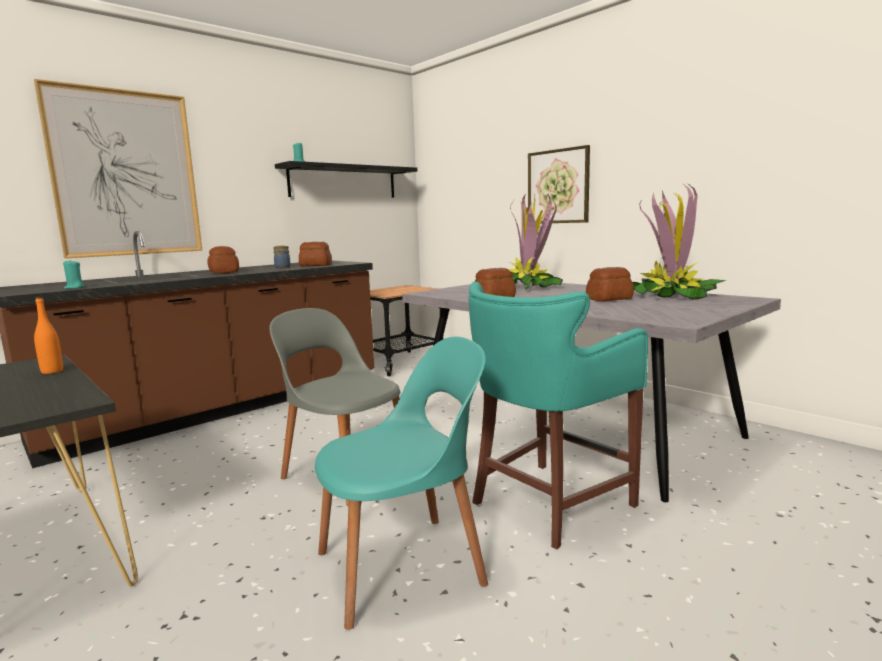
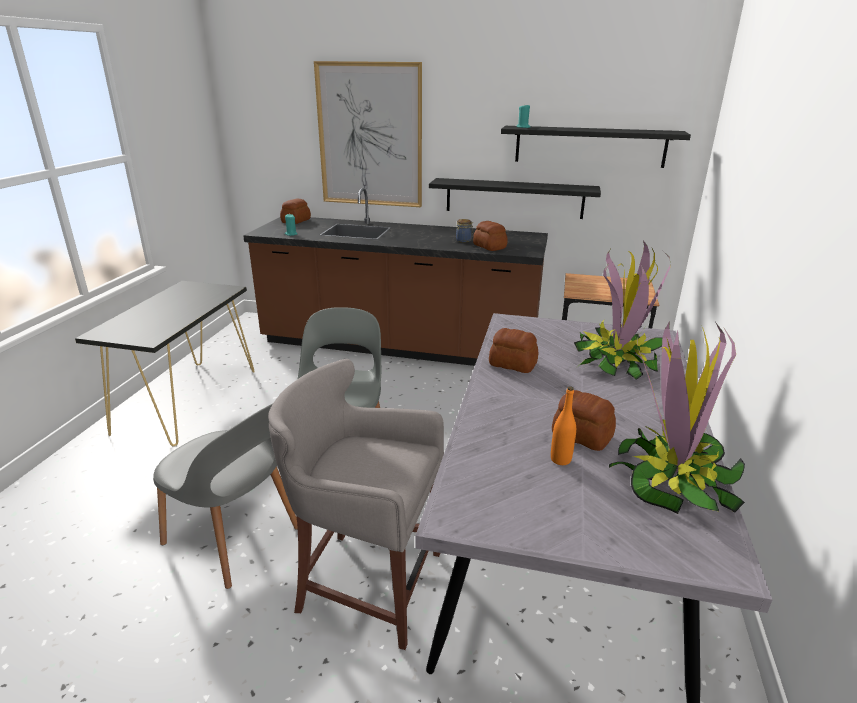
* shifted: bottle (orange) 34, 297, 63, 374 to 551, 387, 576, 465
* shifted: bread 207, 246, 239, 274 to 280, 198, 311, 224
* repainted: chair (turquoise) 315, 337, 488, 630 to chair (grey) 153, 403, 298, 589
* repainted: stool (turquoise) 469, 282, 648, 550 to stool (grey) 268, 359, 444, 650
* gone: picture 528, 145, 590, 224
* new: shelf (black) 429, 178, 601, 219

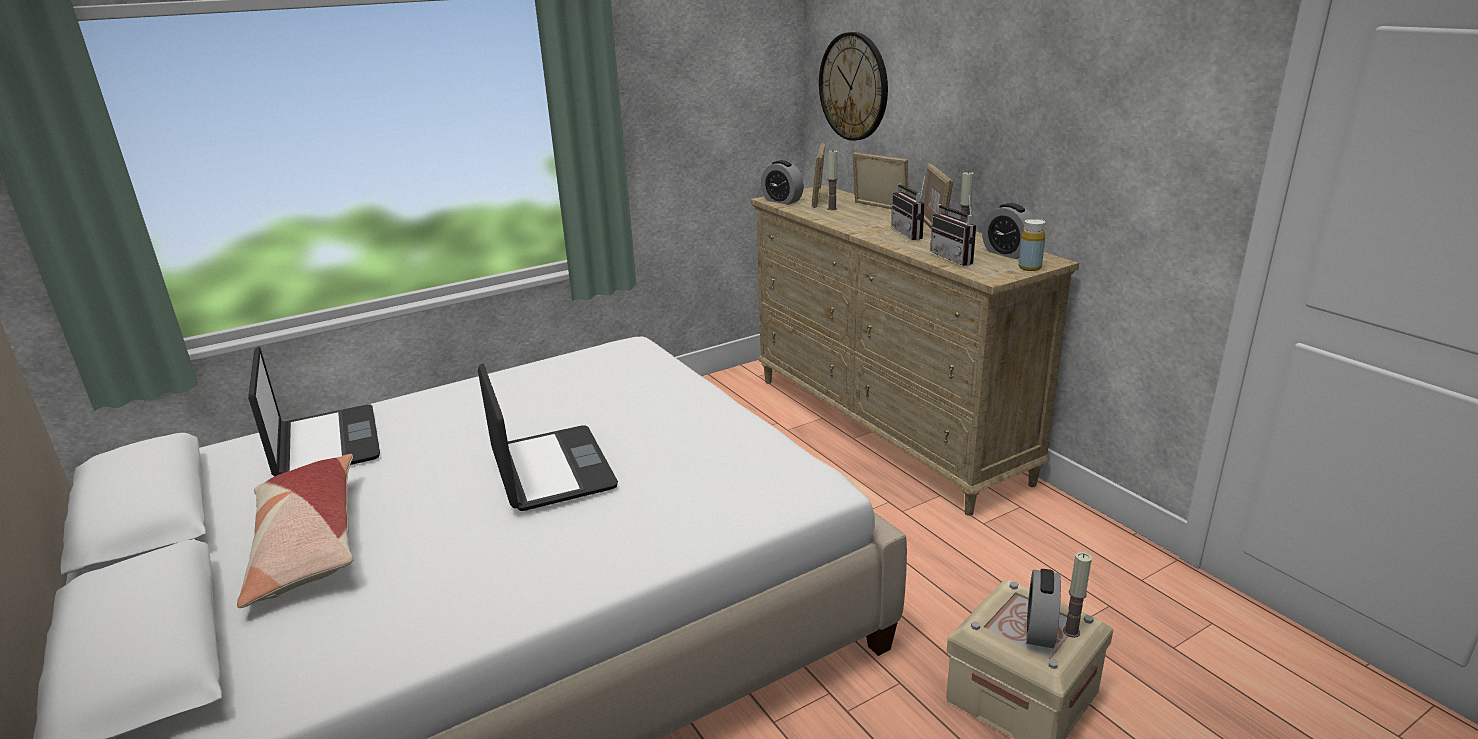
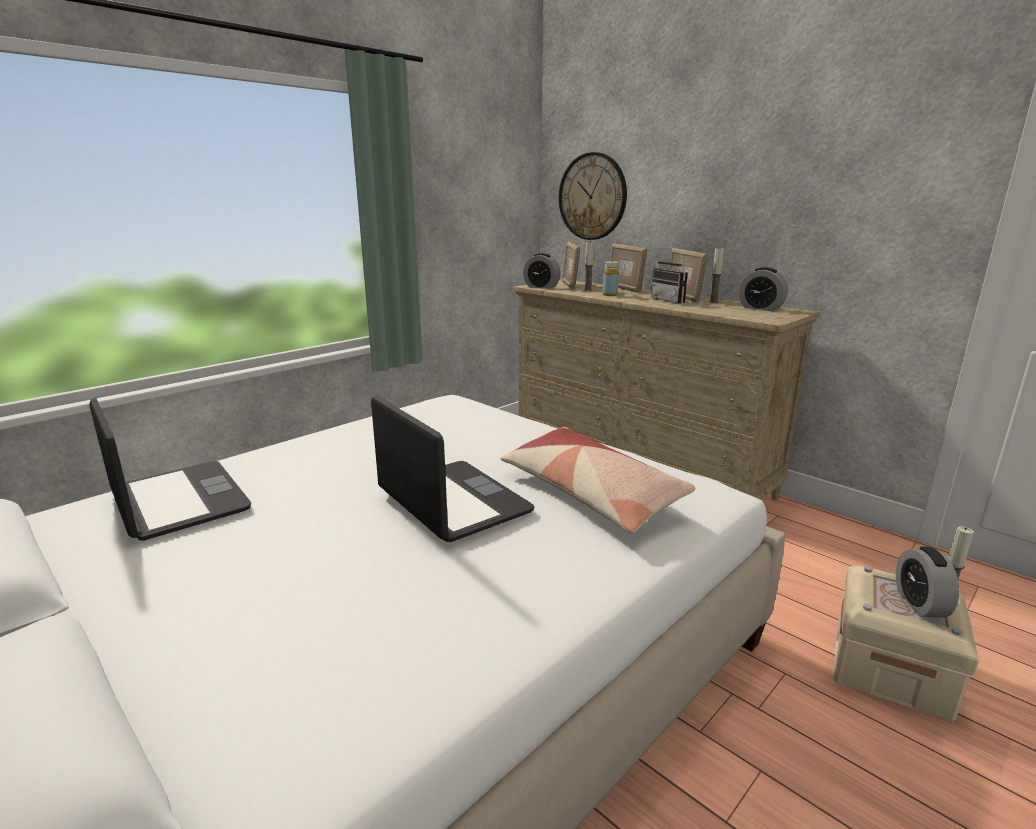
* shifted: pillow 237, 454, 354, 608 to 500, 427, 695, 533
* rotated: picture frame 853, 152, 909, 209 = 610, 243, 647, 293 150 degrees counterclockwise
* gone: radio 930, 192, 976, 266
* shifted: bottle (yellow) 1019, 219, 1046, 271 to 603, 261, 619, 296

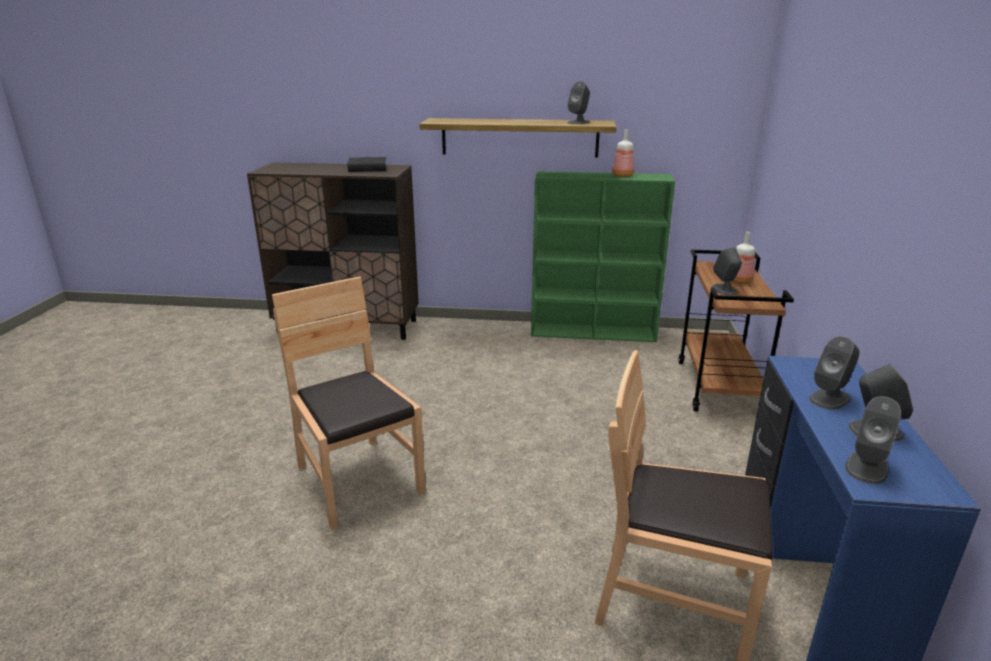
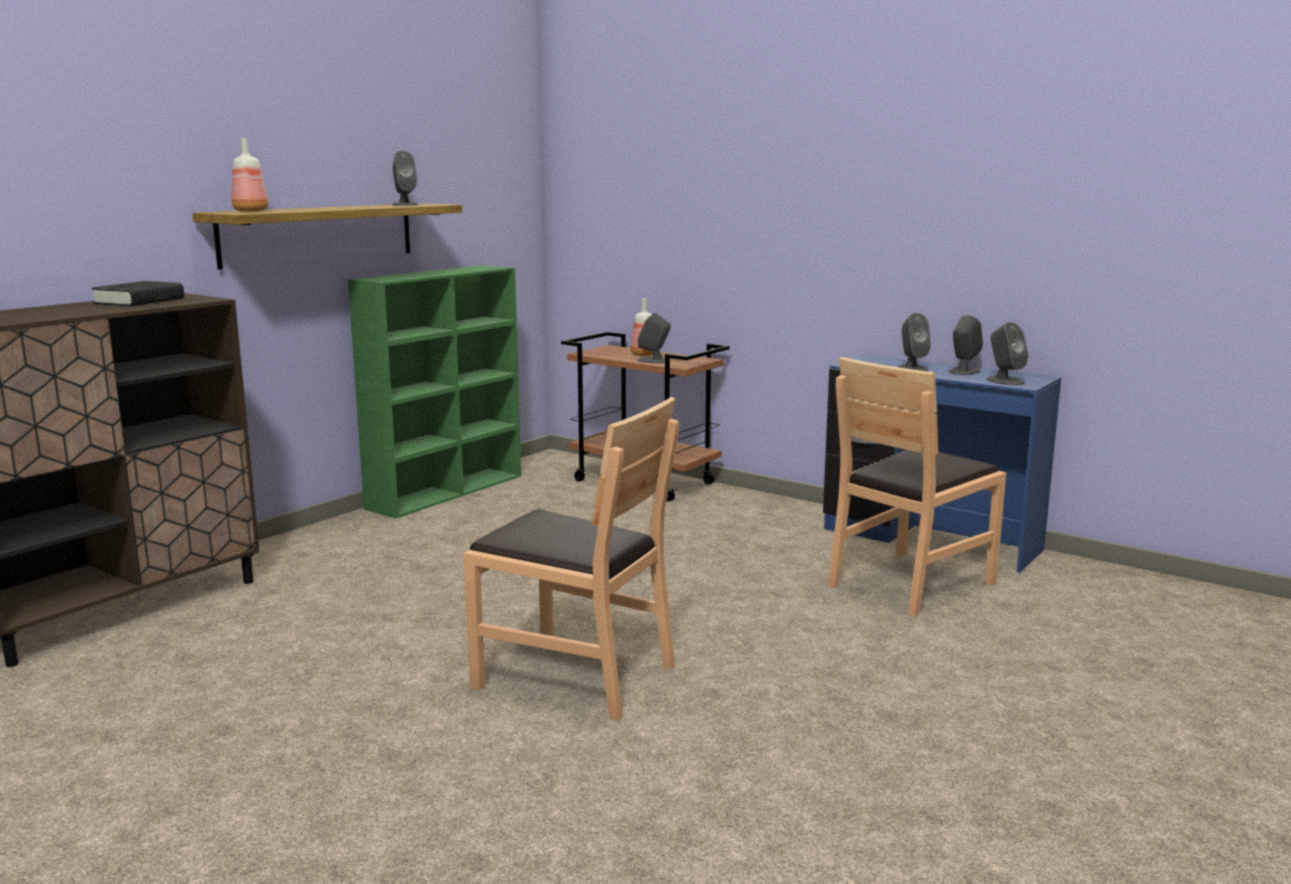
* rotated: chair (brown) 272, 277, 426, 530 = 464, 397, 679, 721 150 degrees counterclockwise
* shifted: bottle 612, 129, 634, 177 to 232, 138, 268, 212

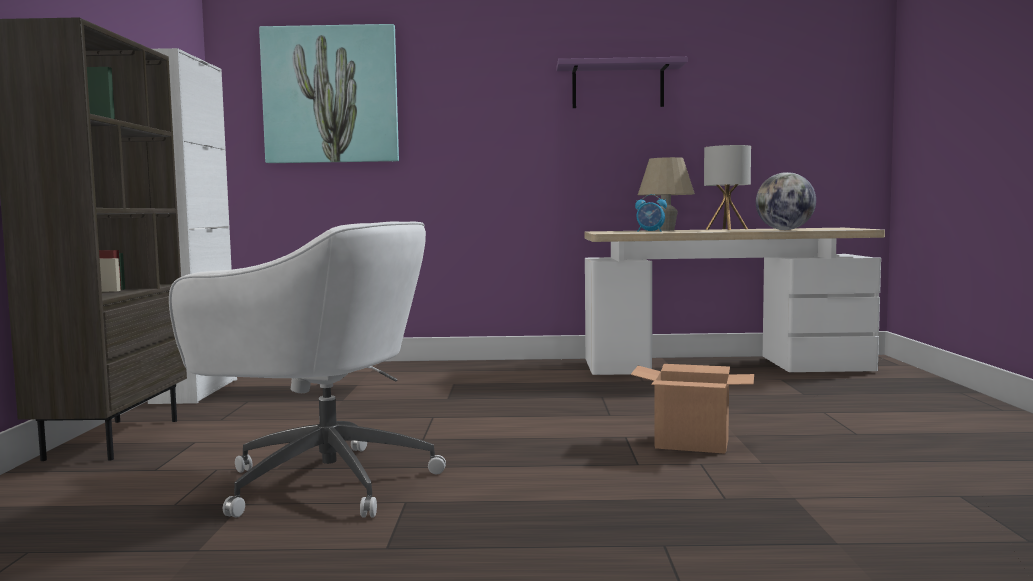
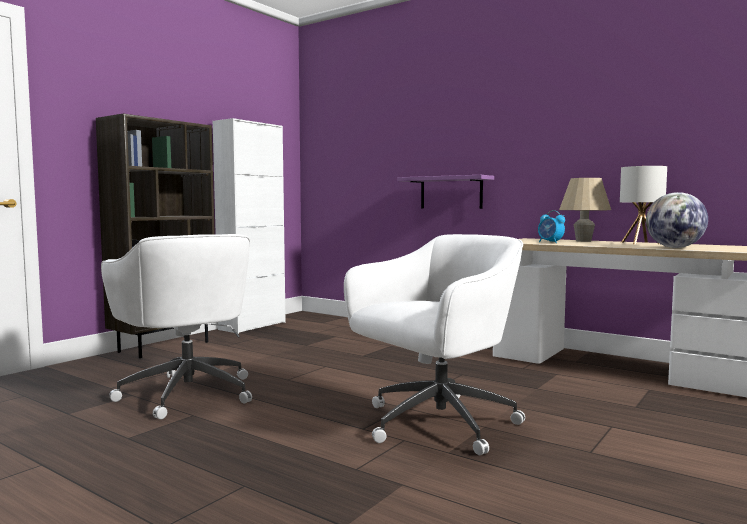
* gone: picture 259, 24, 399, 163
* shifted: shelf (purple) 557, 57, 687, 108 to 397, 175, 494, 209
* swapped: cardboard box 630, 364, 754, 454 to office chair (white) 344, 234, 525, 455

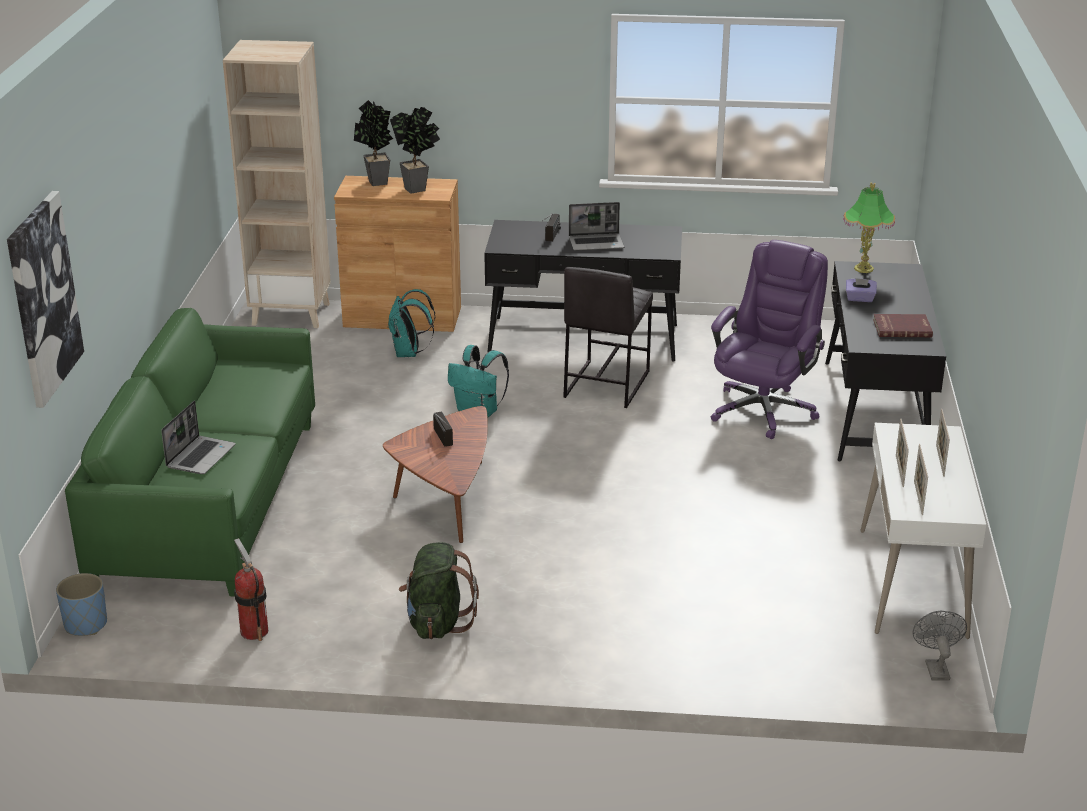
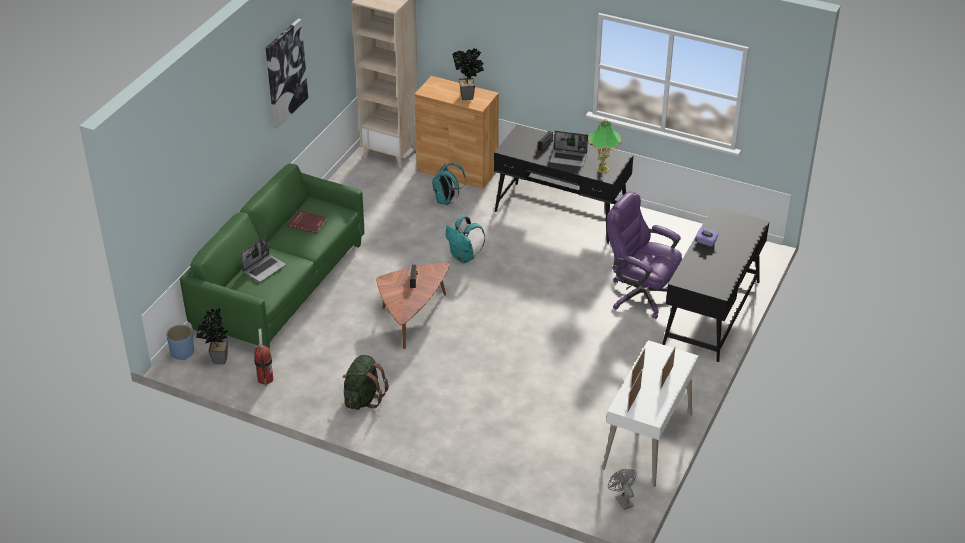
* shifted: picture 7, 191, 84, 408 to 266, 19, 308, 128
* shifted: potted plant 354, 100, 393, 186 to 196, 308, 228, 365
* gone: stool (grey) 563, 267, 653, 408
* rotated: office chair (purple) 711, 240, 828, 439 = 607, 191, 682, 319 105 degrees counterclockwise
* shifted: table lamp 843, 182, 895, 273 to 588, 119, 621, 173
* shifted: book (red) 873, 314, 933, 337 to 287, 210, 327, 234
* rotated: fan (grey) 912, 611, 967, 681 = 608, 469, 637, 510 45 degrees counterclockwise

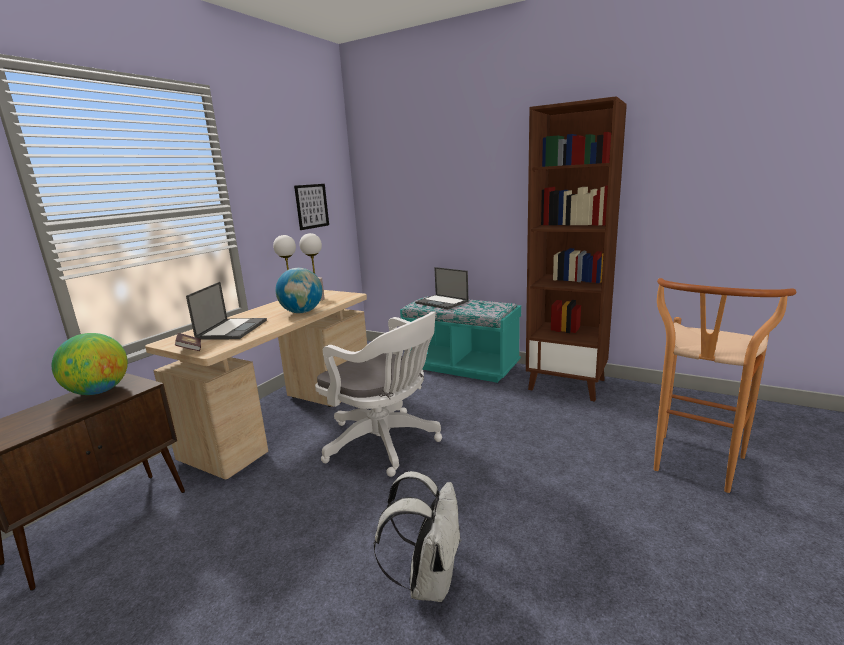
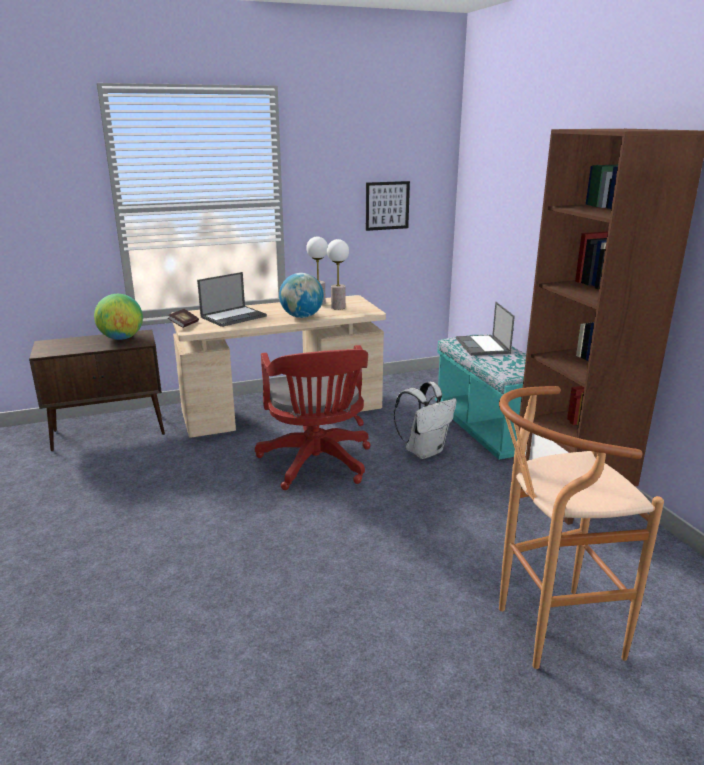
* repainted: office chair (white) 315, 311, 442, 477 to office chair (red) 255, 345, 371, 490
* shifted: backpack (white) 374, 471, 462, 602 to 394, 382, 457, 459

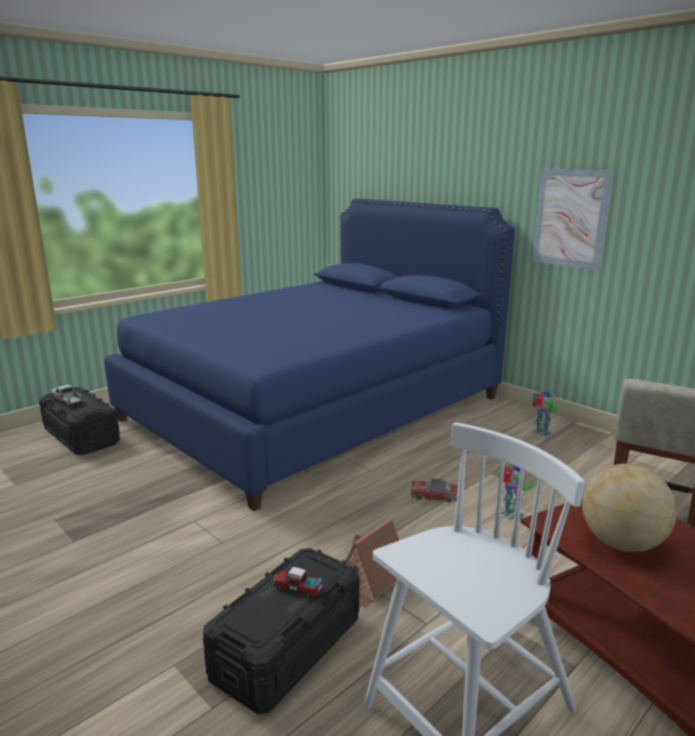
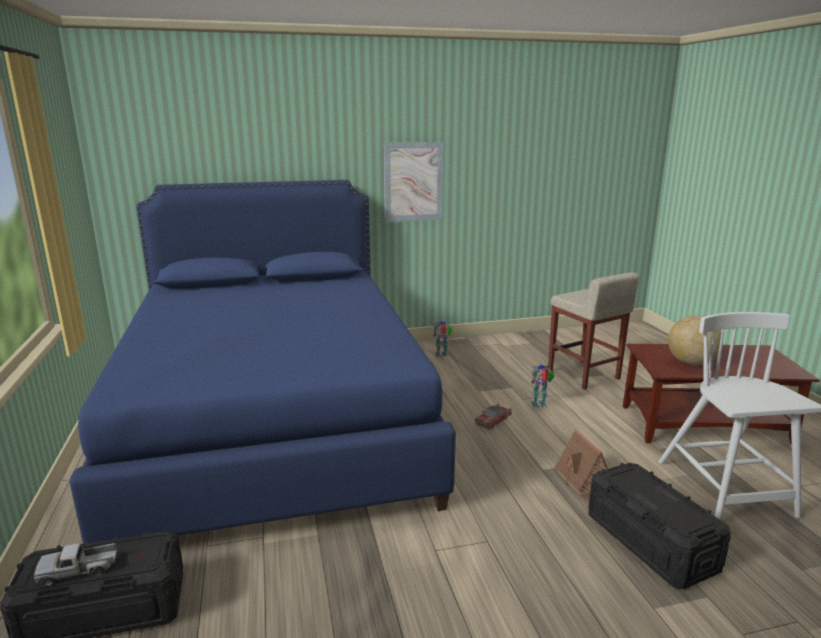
* gone: toy truck 273, 556, 324, 598

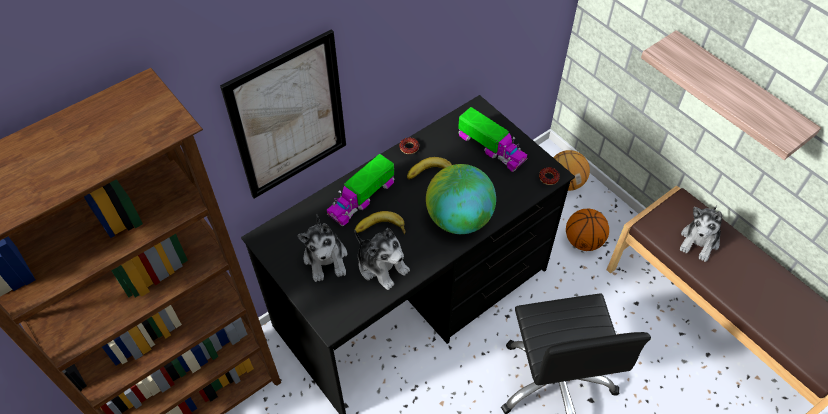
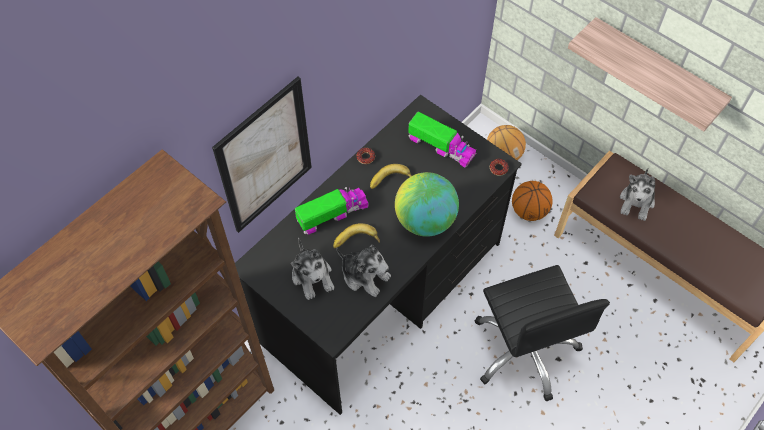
* rotated: toy truck 327, 154, 395, 226 = 295, 187, 369, 234 150 degrees counterclockwise

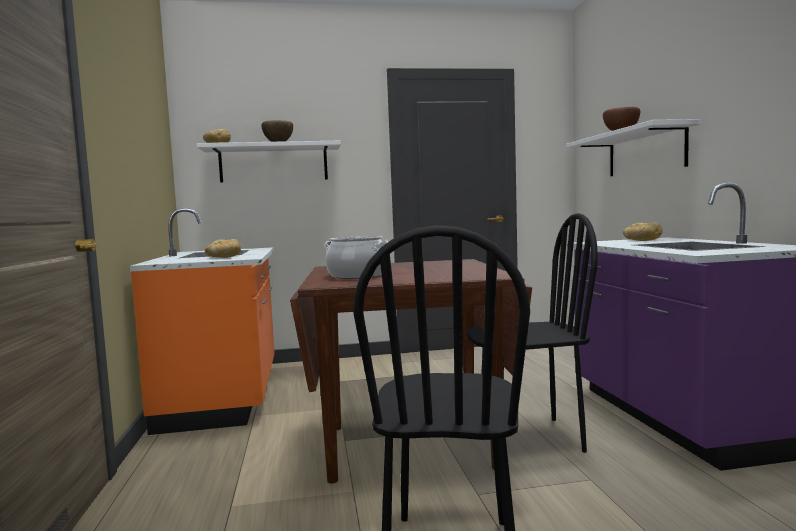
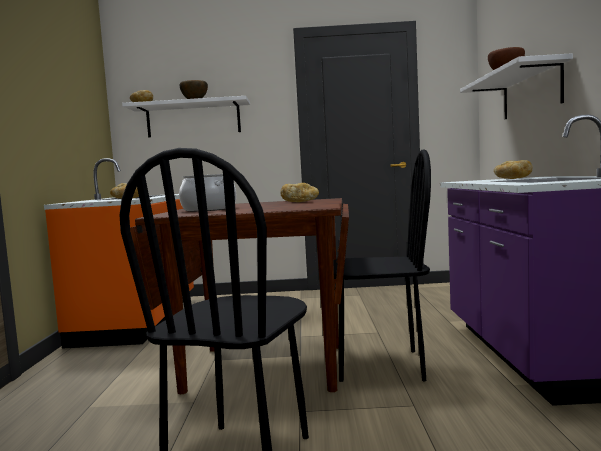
* new: bread 280, 183, 319, 202

